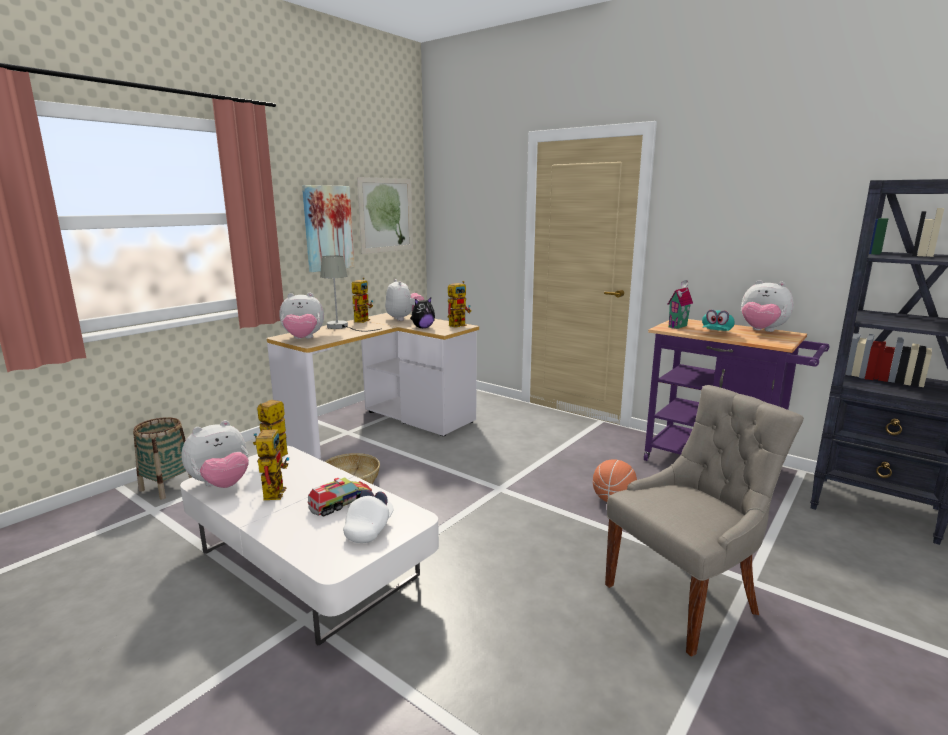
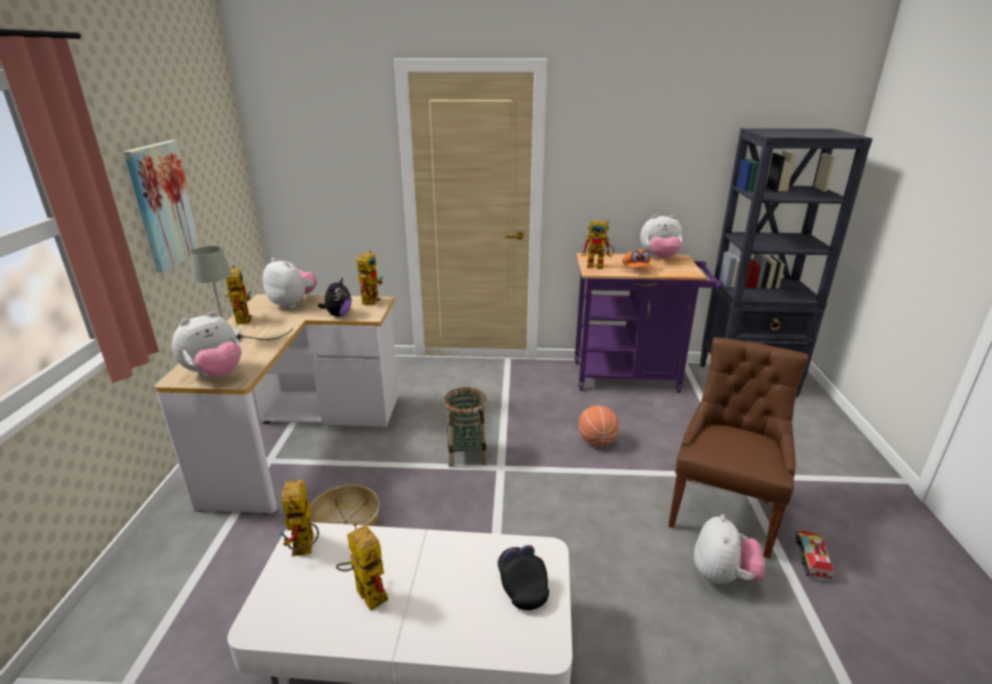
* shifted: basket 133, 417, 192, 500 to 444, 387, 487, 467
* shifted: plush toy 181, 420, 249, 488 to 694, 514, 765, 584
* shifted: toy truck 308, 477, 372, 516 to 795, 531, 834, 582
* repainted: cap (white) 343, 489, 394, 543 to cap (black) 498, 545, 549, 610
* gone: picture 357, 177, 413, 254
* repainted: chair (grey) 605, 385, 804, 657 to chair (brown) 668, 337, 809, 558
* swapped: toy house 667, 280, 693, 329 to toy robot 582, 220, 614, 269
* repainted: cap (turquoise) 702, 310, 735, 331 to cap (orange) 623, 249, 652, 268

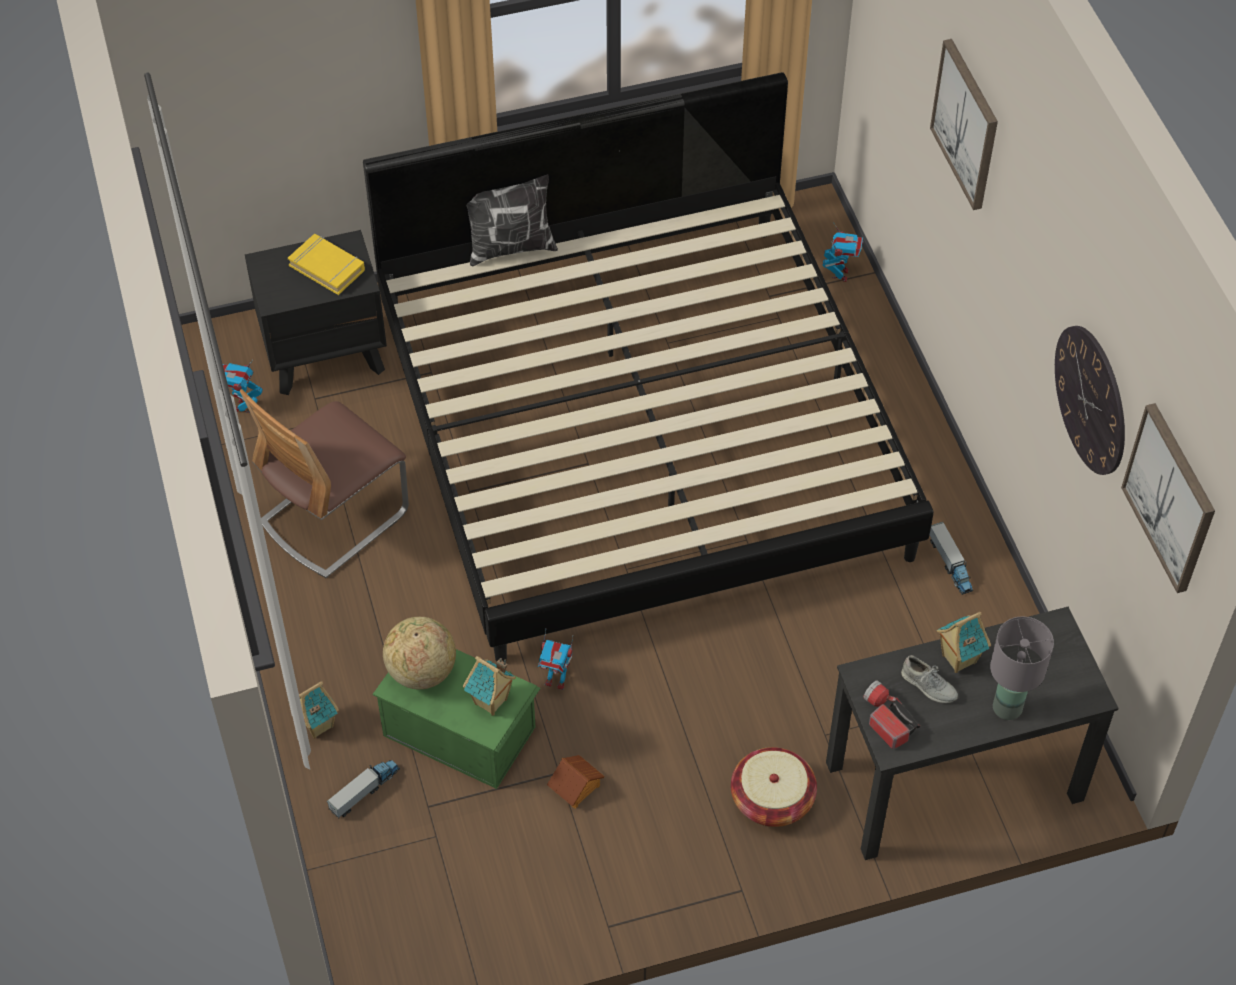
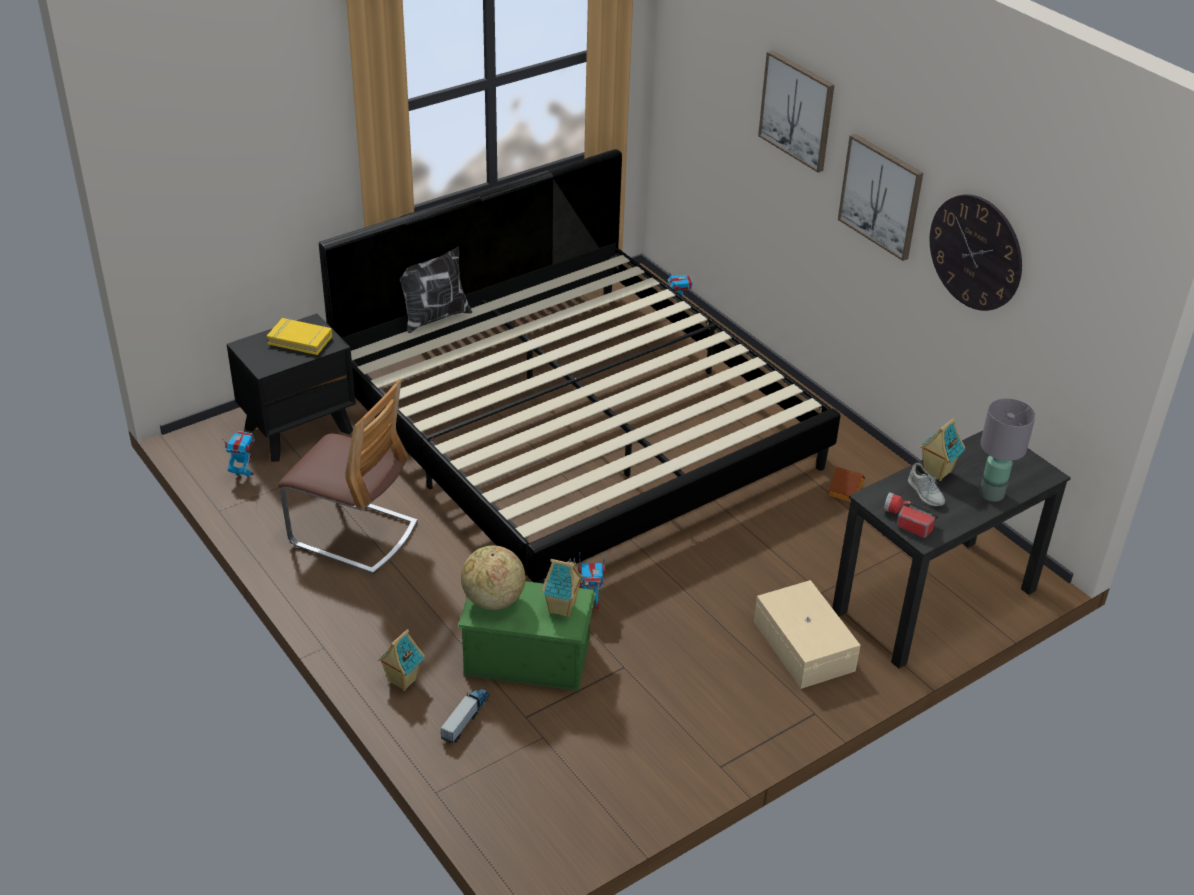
* rotated: toy robot 223, 360, 263, 413 = 224, 431, 255, 481 105 degrees clockwise
* rotated: chair 240, 389, 409, 578 = 278, 379, 418, 574 90 degrees counterclockwise
* shifted: toy house 547, 755, 605, 809 to 829, 467, 865, 502
* swapped: basket 731, 747, 817, 827 to storage box (beige) 754, 580, 861, 689
* rotated: shoe (grey) 901, 655, 958, 703 = 908, 463, 945, 506 45 degrees clockwise
* gone: toy truck 929, 522, 973, 595
* shifted: picture 1121, 403, 1215, 593 to 838, 134, 923, 261

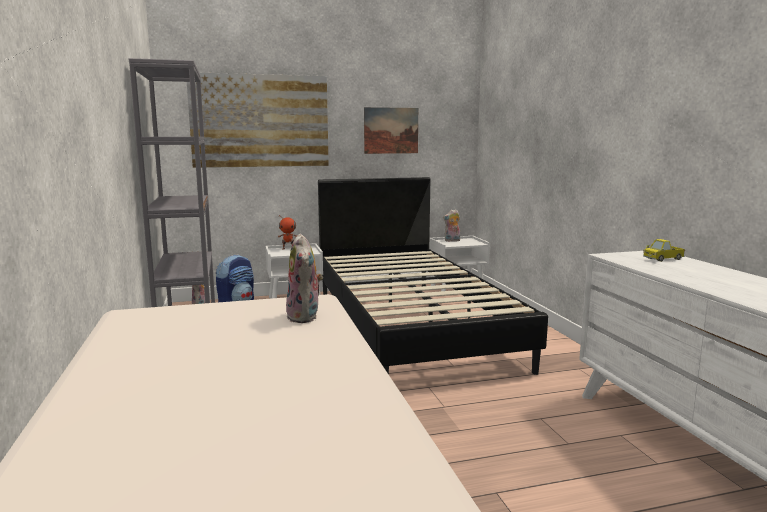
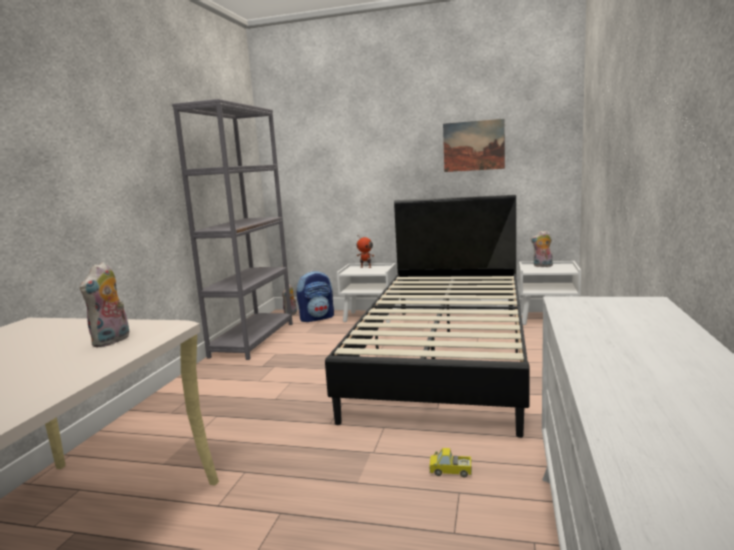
* gone: picture 187, 73, 329, 168
* shifted: toy truck 643, 239, 685, 262 to 429, 448, 472, 478

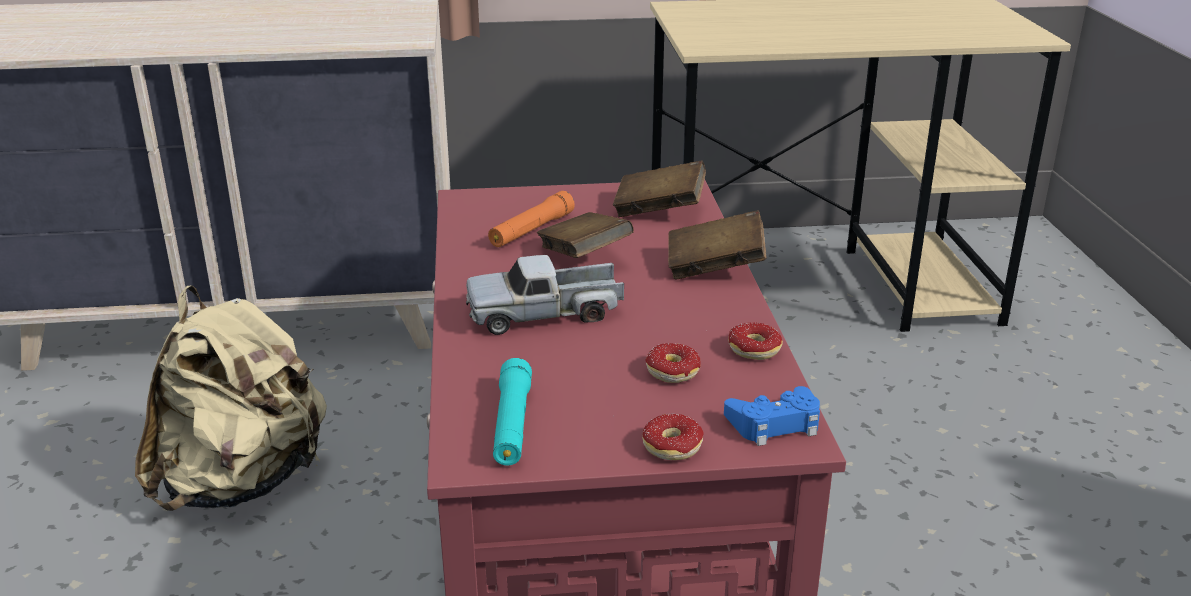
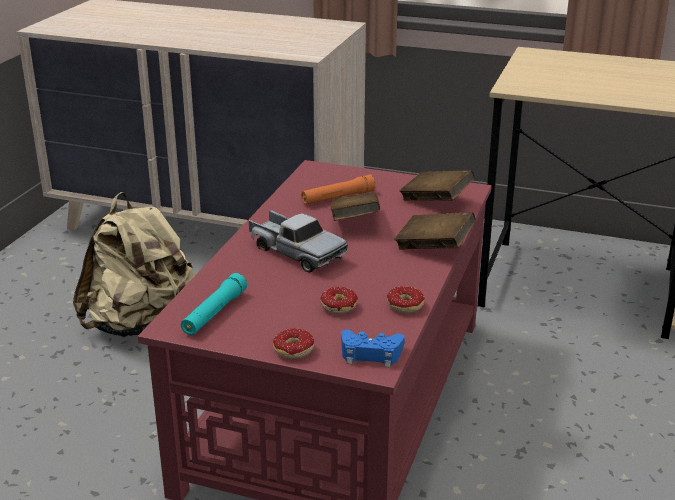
* rotated: toy truck 466, 255, 624, 335 = 248, 210, 348, 272 150 degrees counterclockwise

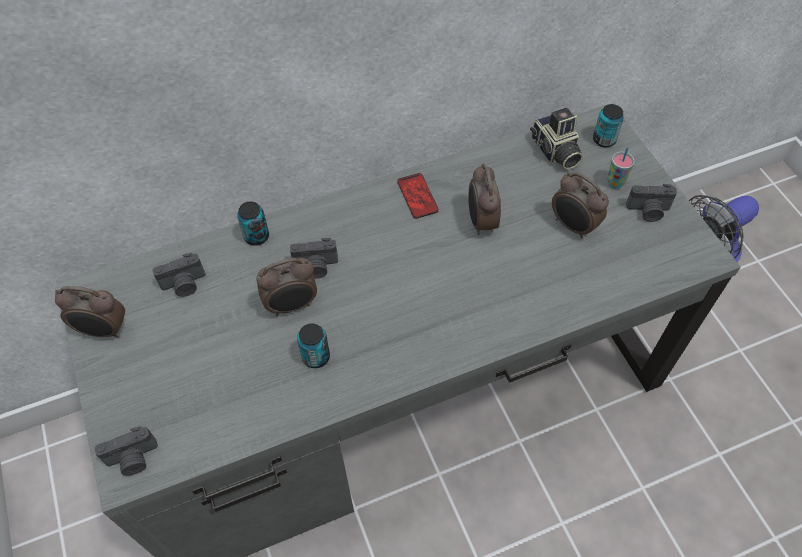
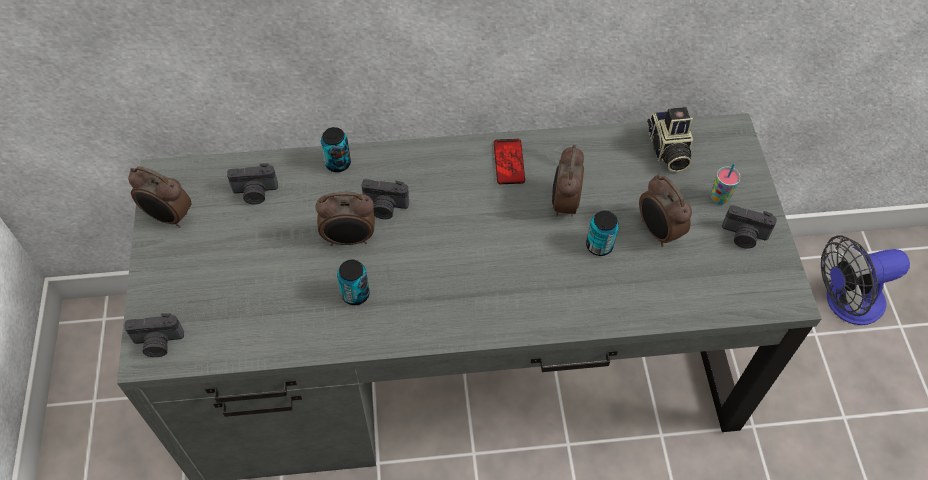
* shifted: can 593, 104, 624, 147 to 586, 210, 619, 256

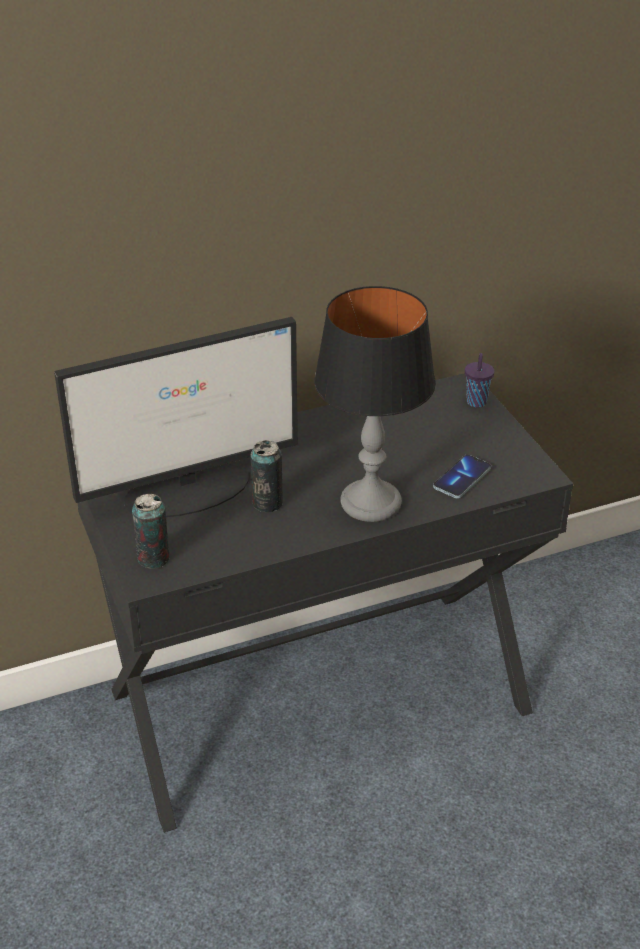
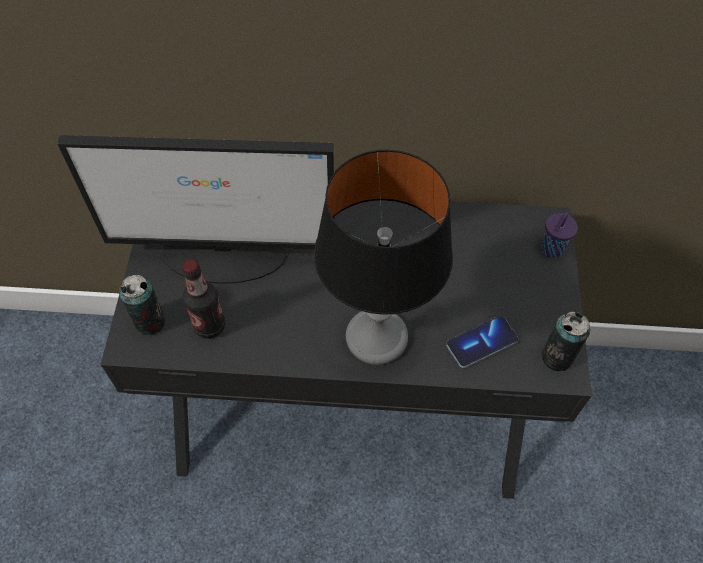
* shifted: can 250, 440, 283, 512 to 542, 312, 590, 372
* new: bottle 182, 259, 225, 339

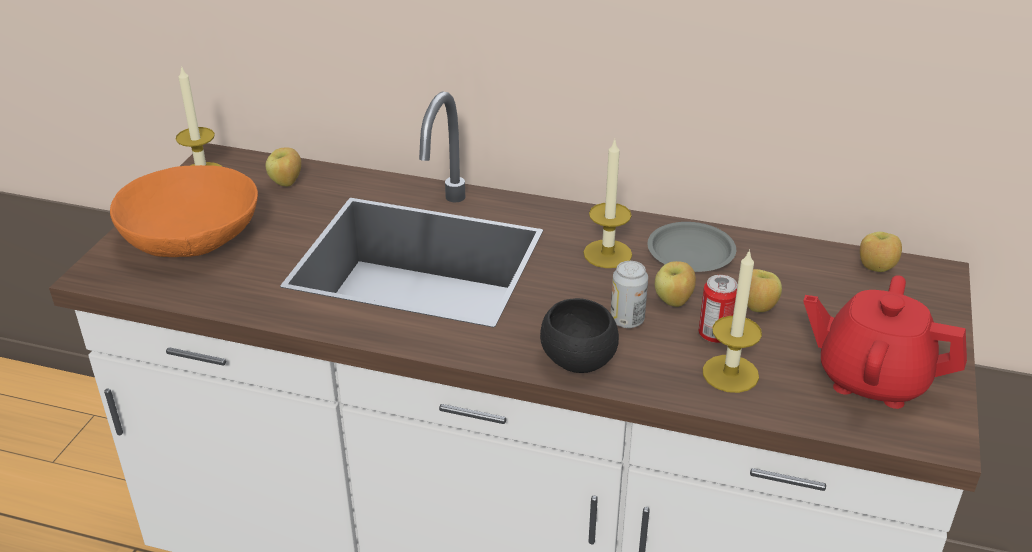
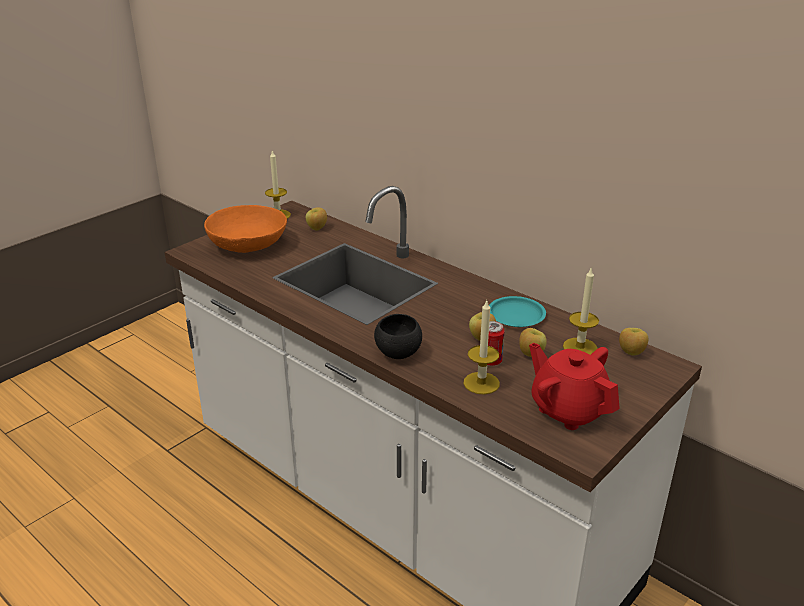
* shifted: candle 583, 139, 632, 268 to 563, 268, 599, 355
* gone: can 610, 261, 648, 328
* repainted: plate (grey) 648, 222, 736, 272 to plate (turquoise) 489, 296, 546, 327

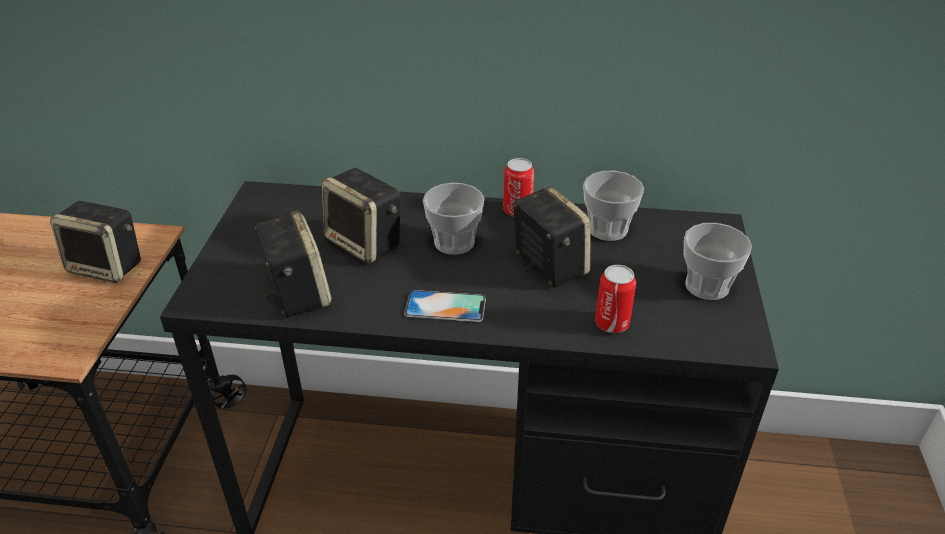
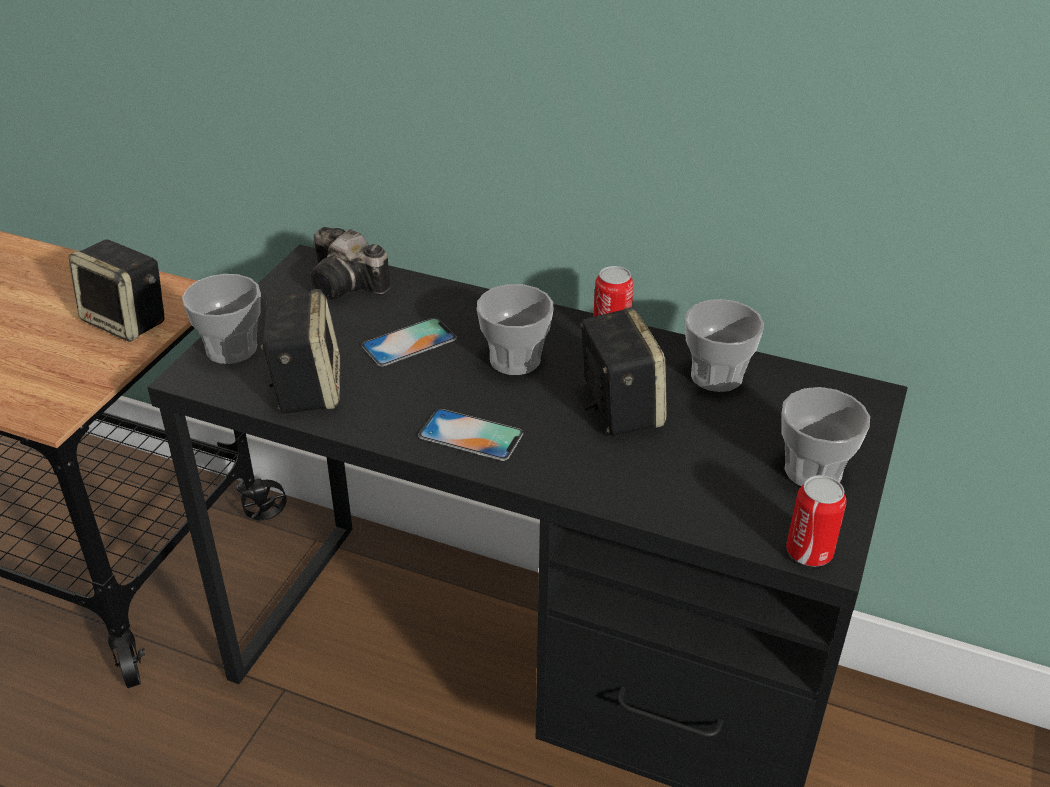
* swapped: speaker 322, 168, 400, 264 to phone 361, 318, 457, 367
* shifted: can 595, 265, 636, 333 to 786, 475, 846, 566
* new: cup 182, 274, 261, 364
* new: photo camera 310, 227, 391, 300

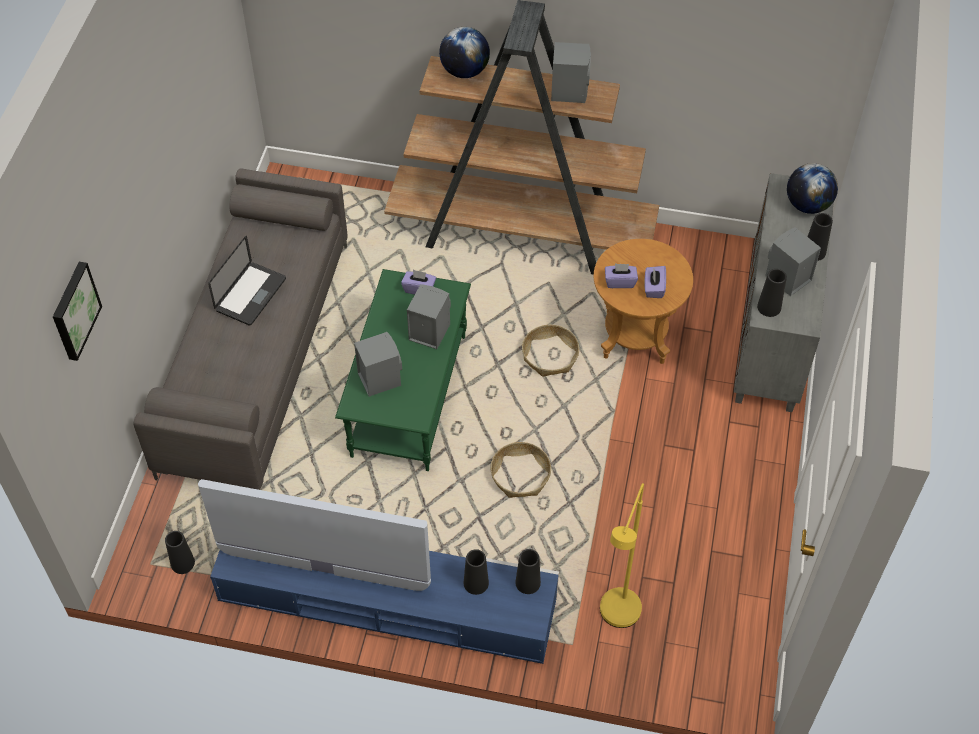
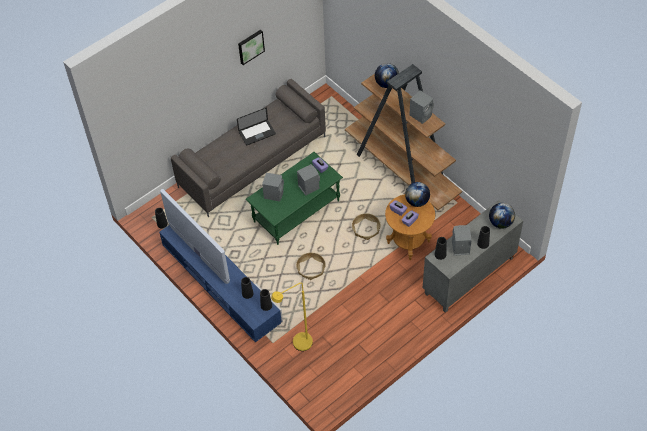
* shifted: picture 53, 262, 102, 361 to 238, 30, 265, 65
* new: globe 405, 182, 430, 207

